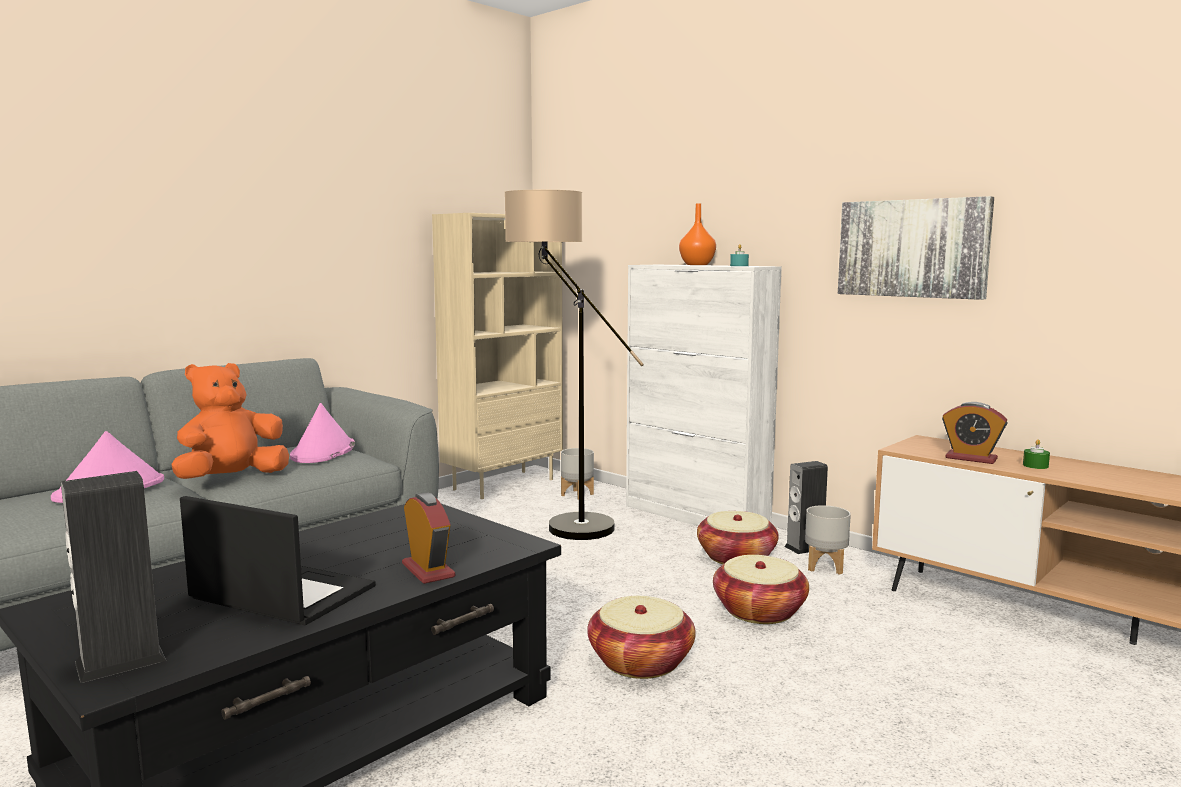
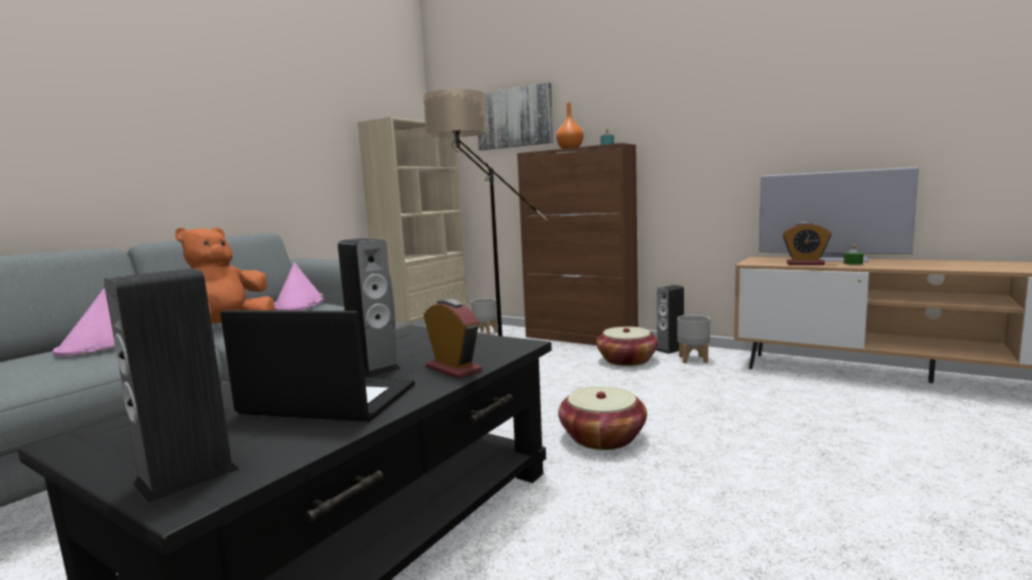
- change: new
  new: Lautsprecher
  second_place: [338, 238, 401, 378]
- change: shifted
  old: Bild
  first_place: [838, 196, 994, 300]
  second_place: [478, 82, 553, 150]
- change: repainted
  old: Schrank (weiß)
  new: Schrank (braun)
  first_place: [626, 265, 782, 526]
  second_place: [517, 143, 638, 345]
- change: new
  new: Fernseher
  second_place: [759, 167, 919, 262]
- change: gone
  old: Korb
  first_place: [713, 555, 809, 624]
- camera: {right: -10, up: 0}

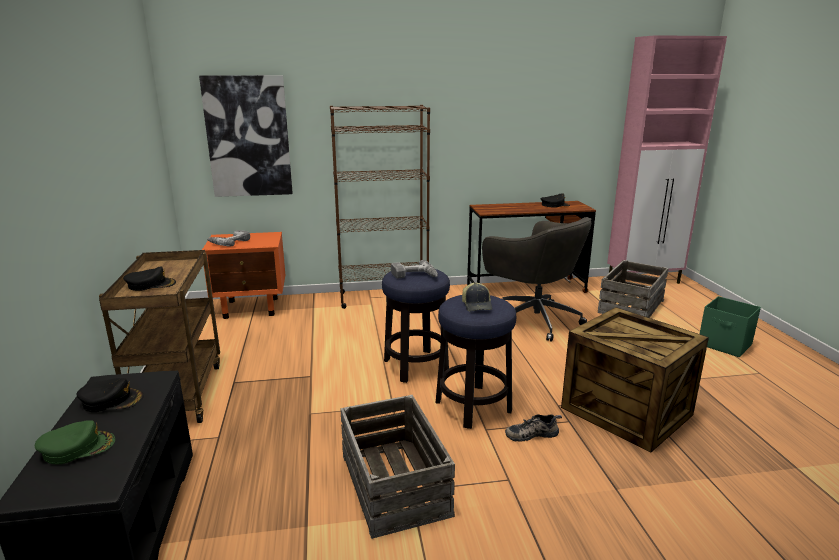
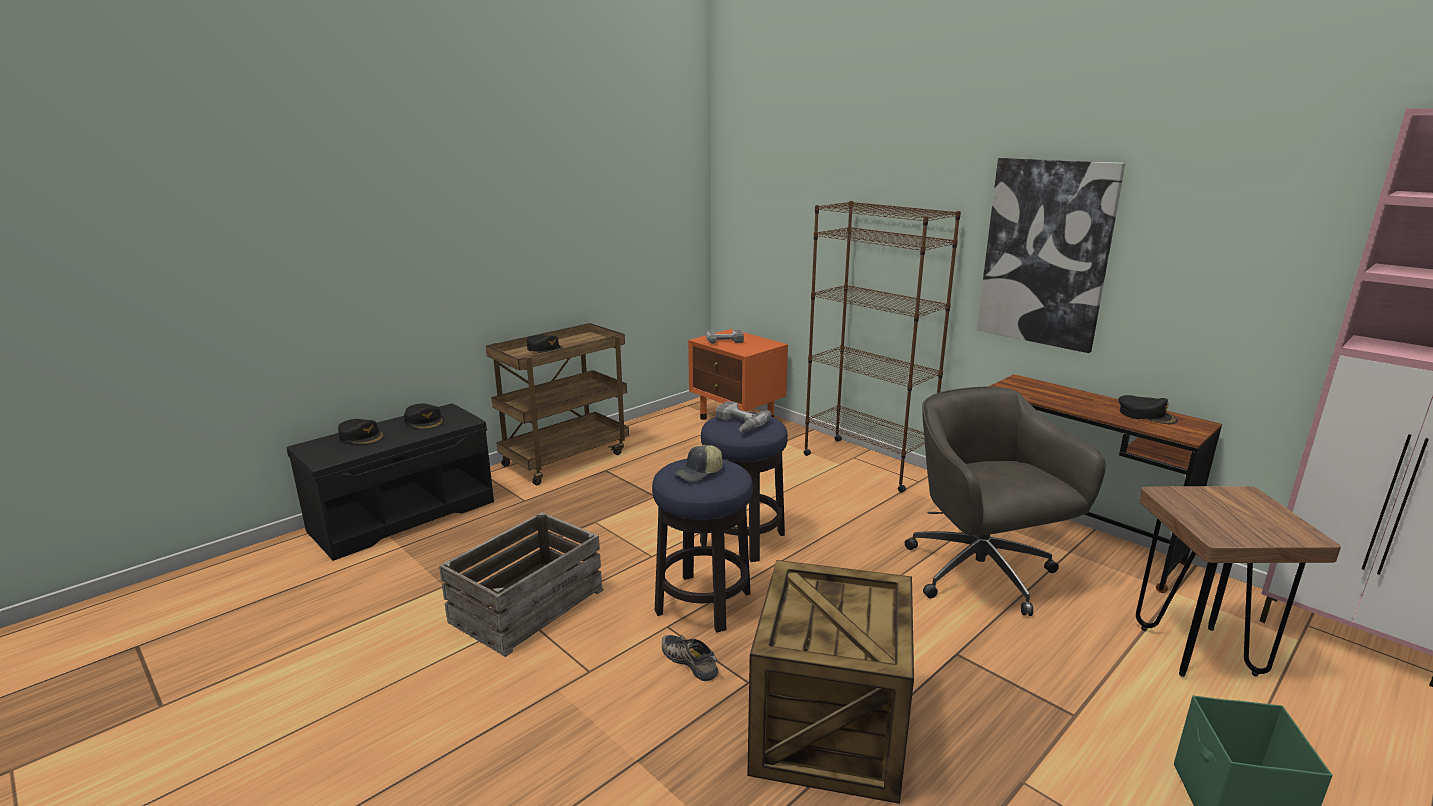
- change: repainted
  old: Kappe (grün)
  new: Kappe (schwarz)
  first_place: [35, 420, 115, 464]
  second_place: [338, 419, 384, 445]
- change: rotated
  old: Bürostuhl (grau)
  first_place: [482, 217, 591, 342]
  second_place: [905, 387, 1106, 616]
  degrees: 150
- change: shifted
  old: Bild
  first_place: [199, 75, 293, 197]
  second_place: [977, 158, 1126, 353]
- change: swapped
  old: Kiste
  new: Hocker (braun)
  first_place: [598, 260, 669, 318]
  second_place: [1136, 486, 1341, 677]
- camera: {right: 55, up: 0}

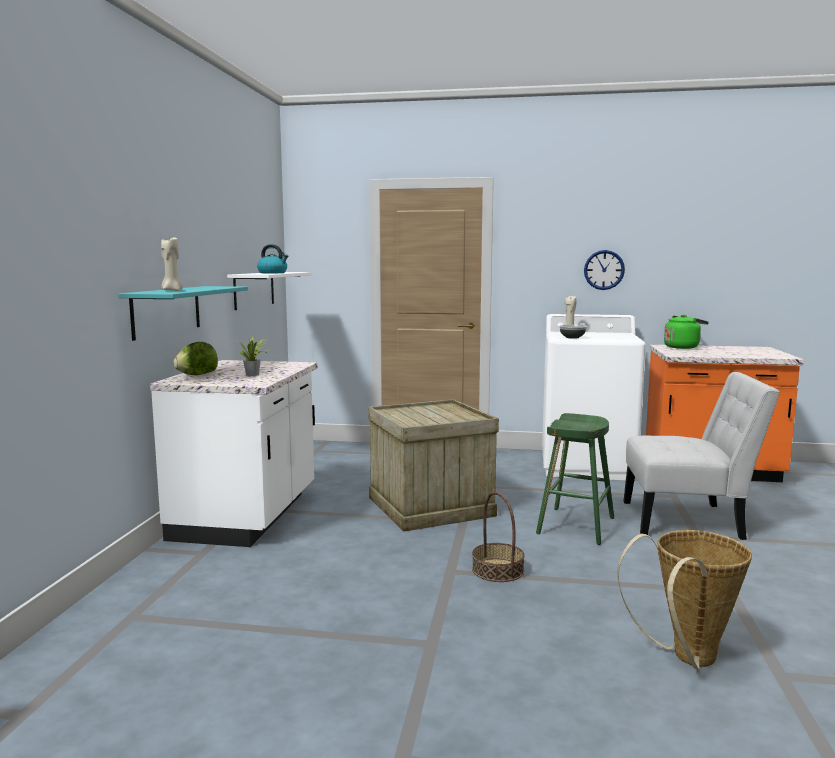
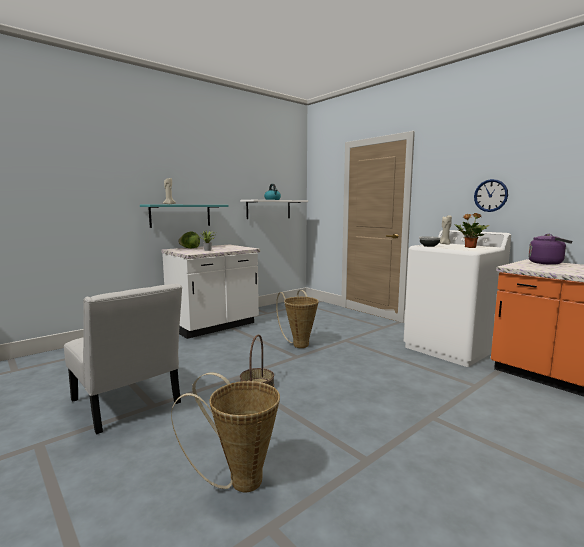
- change: shifted
  old: Stuhl (weiß)
  first_place: [623, 372, 780, 540]
  second_place: [64, 283, 182, 434]
- change: swapped
  old: Kiste
  new: Korb
  first_place: [368, 399, 499, 532]
  second_place: [276, 290, 319, 348]
- change: new
  new: Topfpflanze
  second_place: [454, 213, 489, 248]
- change: repainted
  old: Wasserkessel (grün)
  new: Wasserkessel (lila)
  first_place: [664, 315, 709, 349]
  second_place: [528, 234, 572, 265]
- change: gone
  old: Hocker (grün)
  first_place: [536, 413, 614, 545]
- camera: {right: 40, up: 0}

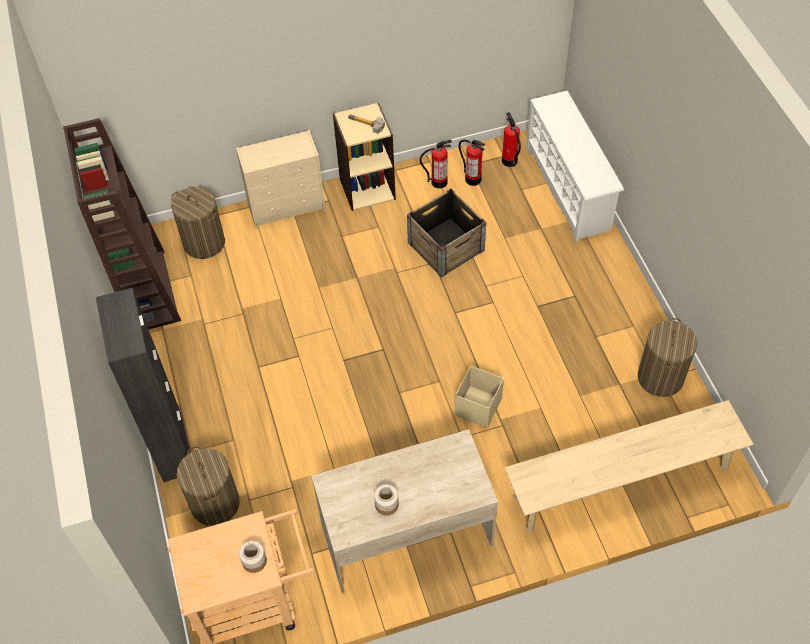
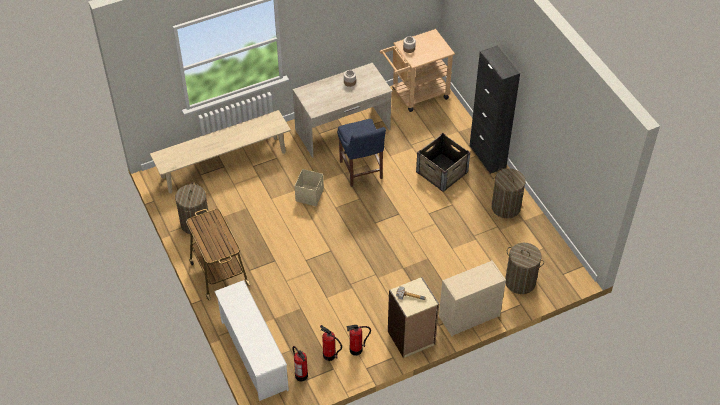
- change: new
  new: Rollwagen
  second_place: [186, 209, 250, 300]
- change: new
  new: Stuhl (blau)
  second_place: [337, 119, 386, 187]
- change: shifted
  old: Kiste
  first_place: [407, 189, 486, 277]
  second_place: [416, 133, 470, 192]
- change: shifted
  old: Wäschekorb
  first_place: [176, 446, 240, 526]
  second_place: [492, 168, 526, 218]
- change: gone
  old: Bücherregal (braun)
  first_place: [63, 118, 181, 329]
- camera: {right: 170, up: -5}

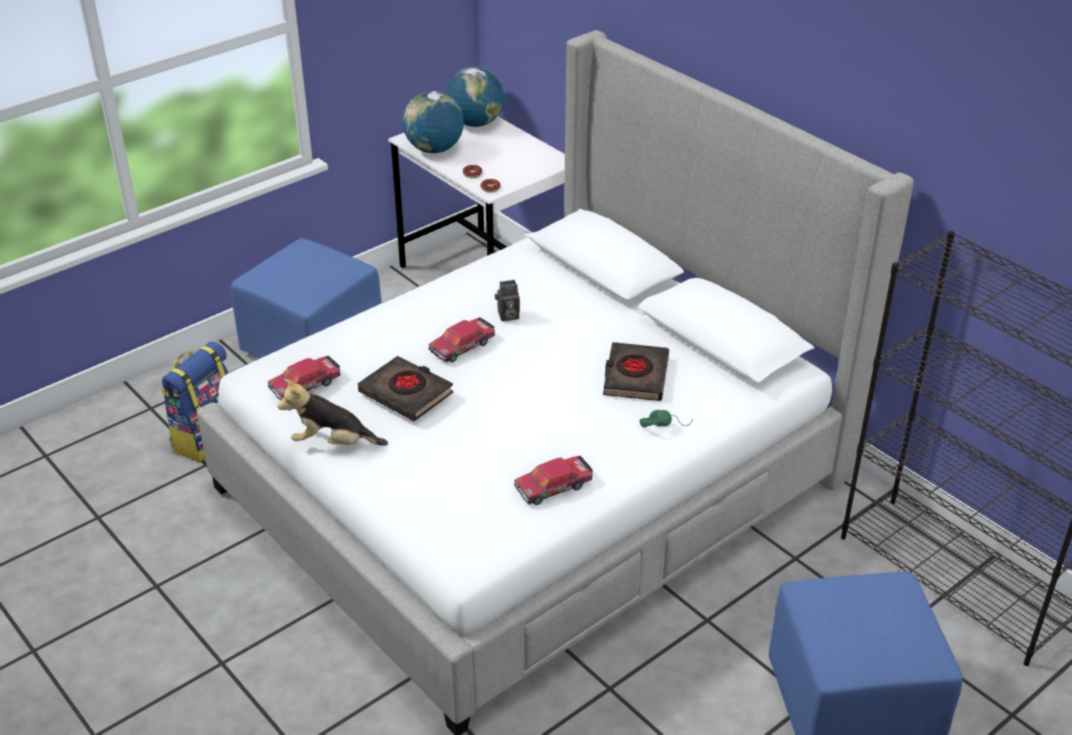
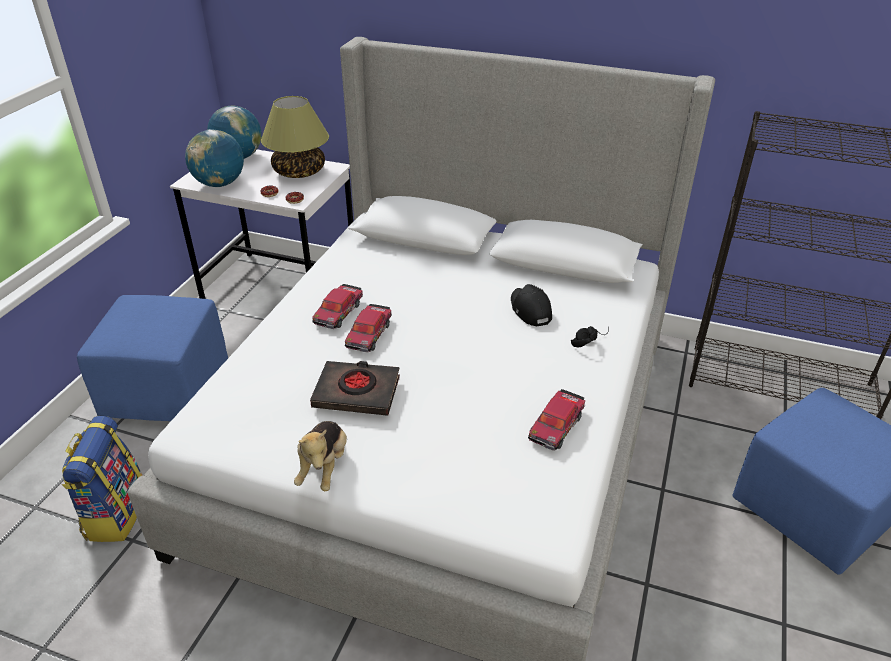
- change: new
  new: Tischlampe
  second_place: [261, 96, 329, 178]
- change: rotated
  old: Plüschtier
  first_place: [277, 379, 388, 446]
  second_place: [294, 421, 347, 491]
  degrees: -60
- change: shifted
  old: Spielzeugauto
  first_place: [268, 356, 341, 401]
  second_place: [312, 284, 363, 329]
- change: swapped
  old: Buch (schwarz)
  new: Kappe (schwarz)
  first_place: [603, 342, 669, 401]
  second_place: [511, 284, 552, 326]
- change: repainted
  old: Kopfhörer (grün)
  new: Kopfhörer (schwarz)
  first_place: [640, 410, 693, 428]
  second_place: [571, 326, 609, 348]
- change: gone
  old: Kamera
  first_place: [495, 280, 520, 321]
- camera: {right: -30, up: 0}

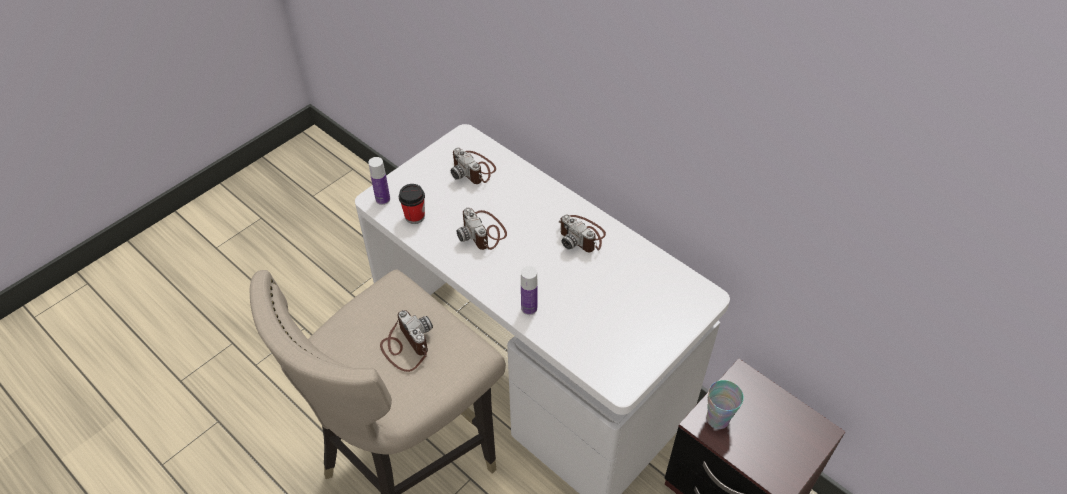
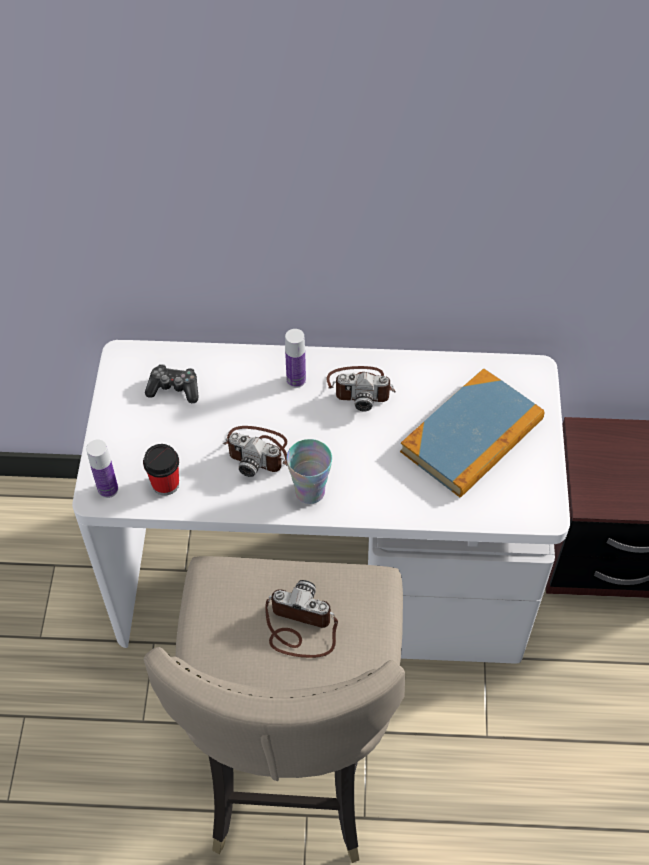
- change: swapped
  old: Kamera
  new: Gamepad
  first_place: [451, 148, 496, 184]
  second_place: [145, 364, 199, 403]
- change: shifted
  old: Flasche
  first_place: [521, 266, 538, 315]
  second_place: [285, 329, 306, 388]
- change: shifted
  old: Tasse
  first_place: [706, 380, 744, 429]
  second_place: [287, 439, 332, 504]
- change: new
  new: Buch
  second_place: [400, 368, 544, 497]
- camera: {right: -40, up: 5}

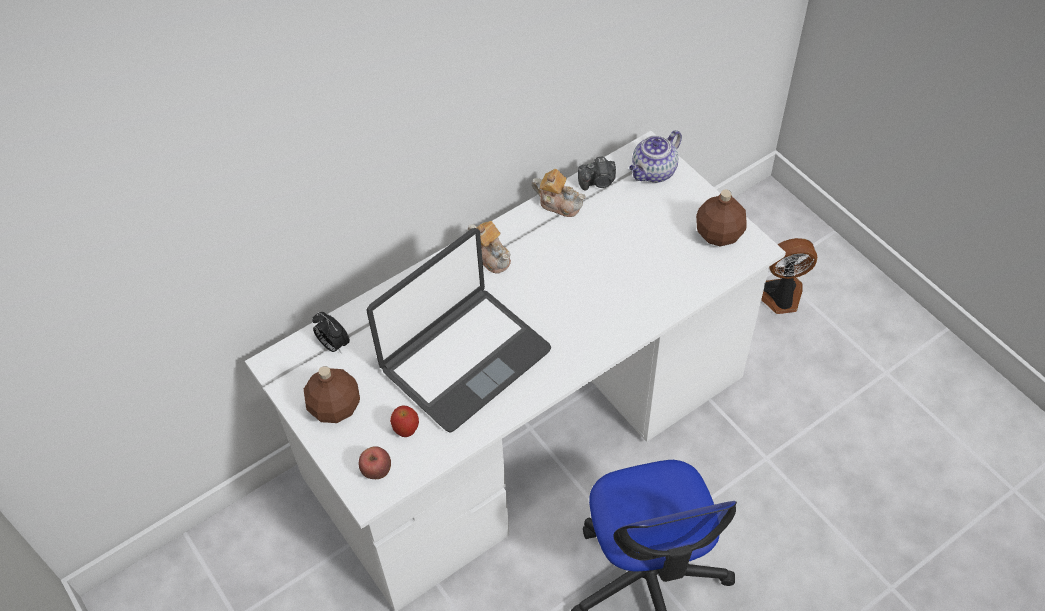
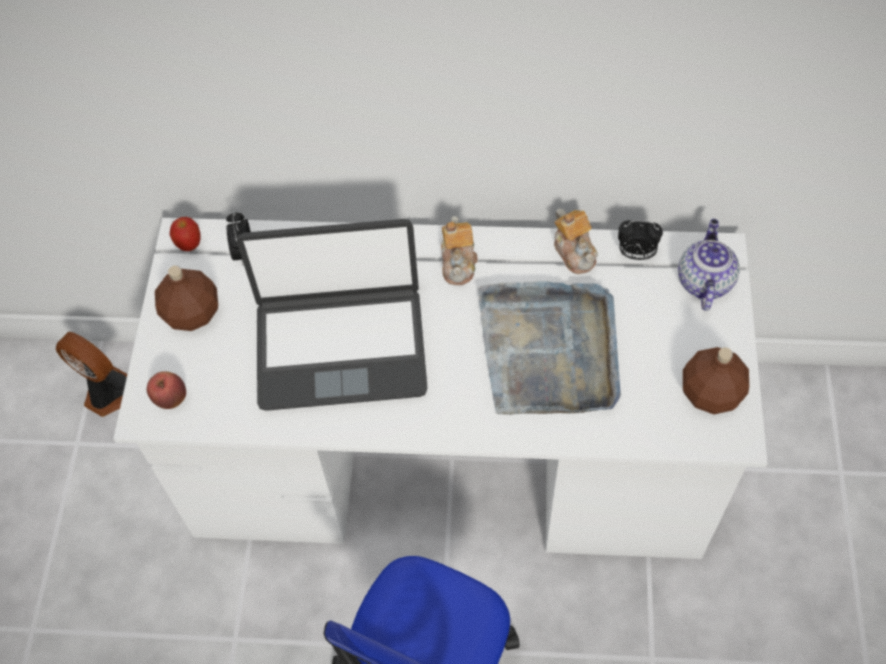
- change: shifted
  old: Ventilator
  first_place: [761, 238, 817, 314]
  second_place: [56, 332, 127, 417]
- change: shifted
  old: Apfel
  first_place: [390, 405, 419, 437]
  second_place: [169, 217, 201, 251]
- change: new
  new: Tablett (grau)
  second_place: [478, 281, 621, 415]
- change: swapped
  old: Kamera
  new: Wecker
  first_place: [578, 156, 616, 191]
  second_place: [618, 220, 663, 260]
- change: rotated
  old: Teekanne
  first_place: [629, 130, 682, 183]
  second_place: [678, 219, 740, 311]
  degrees: 105
- camera: {right: 40, up: 5}

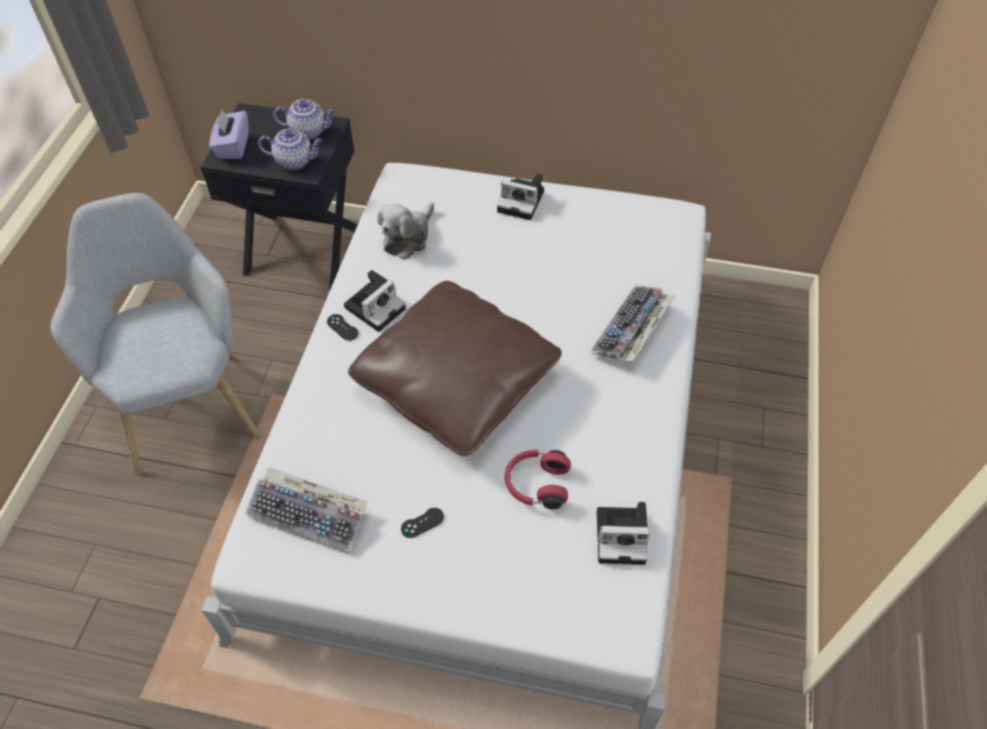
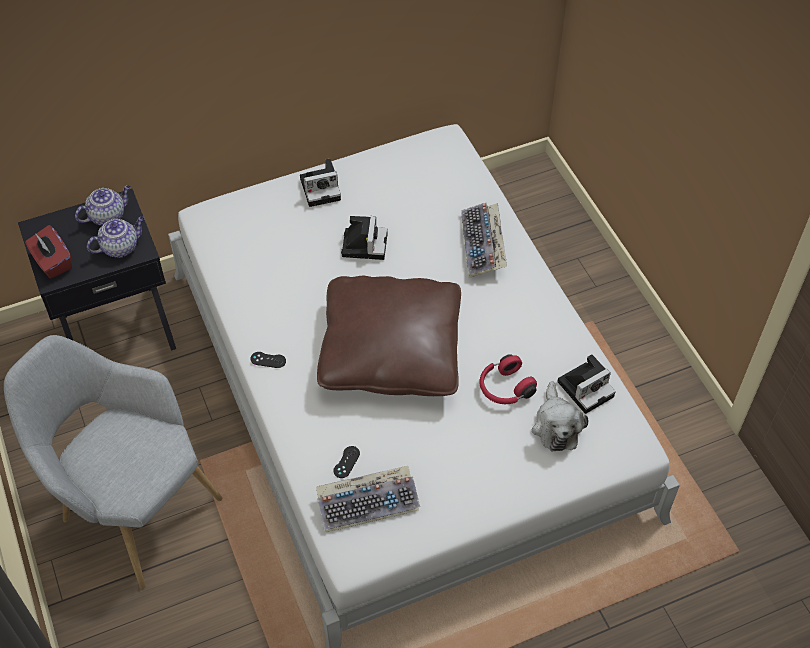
- change: repainted
  old: Taschentuchbox (lila)
  new: Taschentuchbox (rot)
  first_place: [209, 110, 249, 159]
  second_place: [25, 225, 72, 278]
- change: shifted
  old: Gamepad (schwarz)
  first_place: [401, 508, 444, 538]
  second_place: [333, 446, 360, 478]
- change: shifted
  old: Kamera
  first_place: [344, 270, 406, 332]
  second_place: [341, 216, 387, 260]
- change: shifted
  old: Plüschtier
  first_place: [377, 202, 434, 260]
  second_place: [532, 381, 588, 451]
- camera: {right: -35, up: 0}

